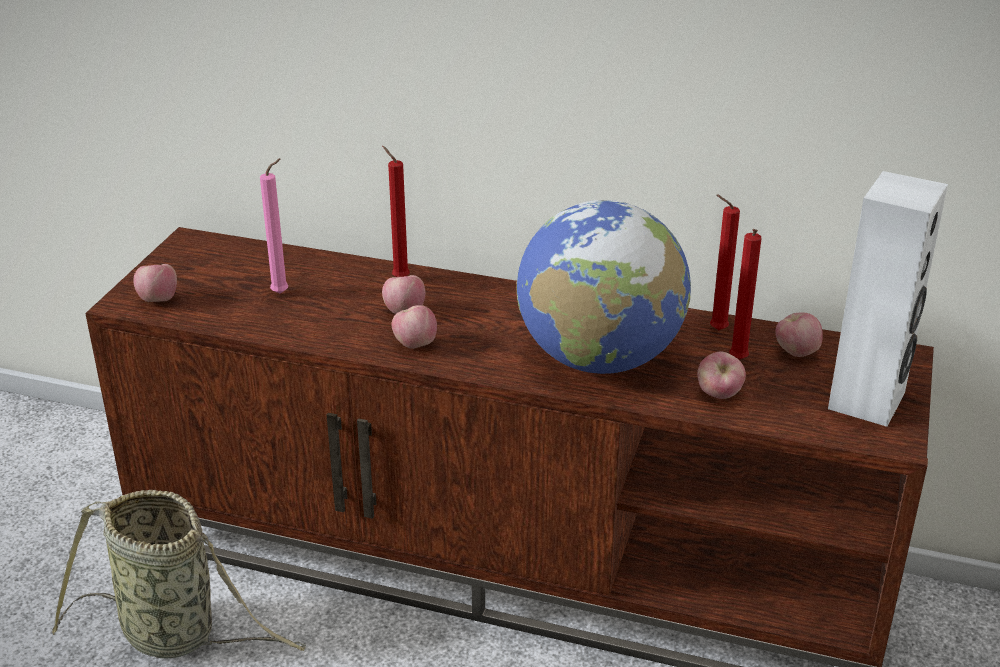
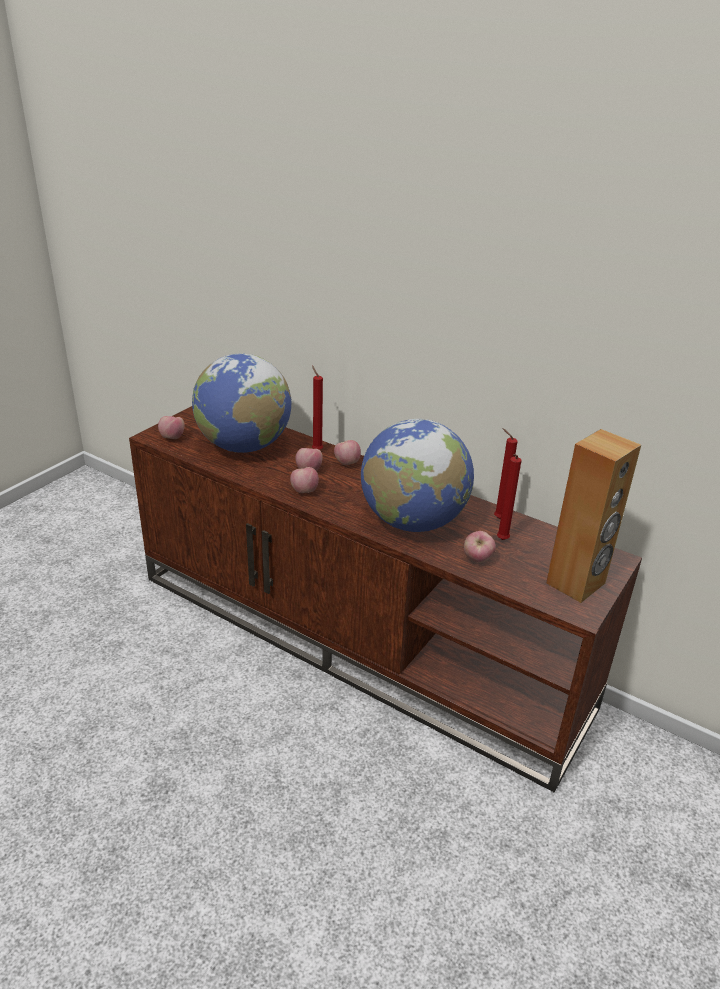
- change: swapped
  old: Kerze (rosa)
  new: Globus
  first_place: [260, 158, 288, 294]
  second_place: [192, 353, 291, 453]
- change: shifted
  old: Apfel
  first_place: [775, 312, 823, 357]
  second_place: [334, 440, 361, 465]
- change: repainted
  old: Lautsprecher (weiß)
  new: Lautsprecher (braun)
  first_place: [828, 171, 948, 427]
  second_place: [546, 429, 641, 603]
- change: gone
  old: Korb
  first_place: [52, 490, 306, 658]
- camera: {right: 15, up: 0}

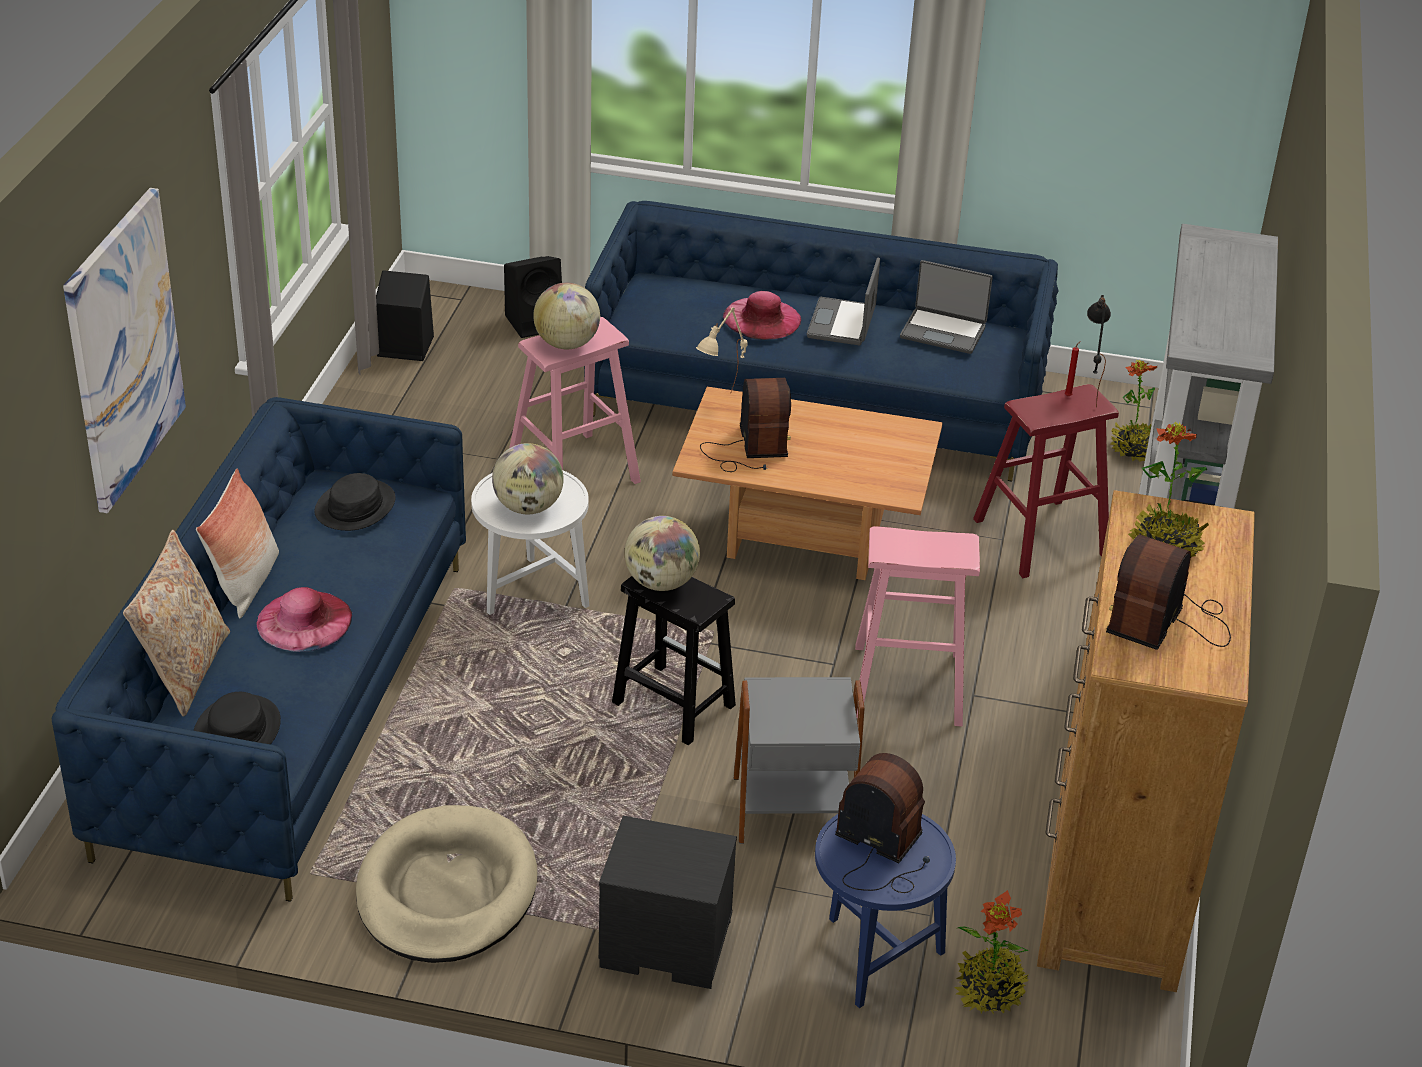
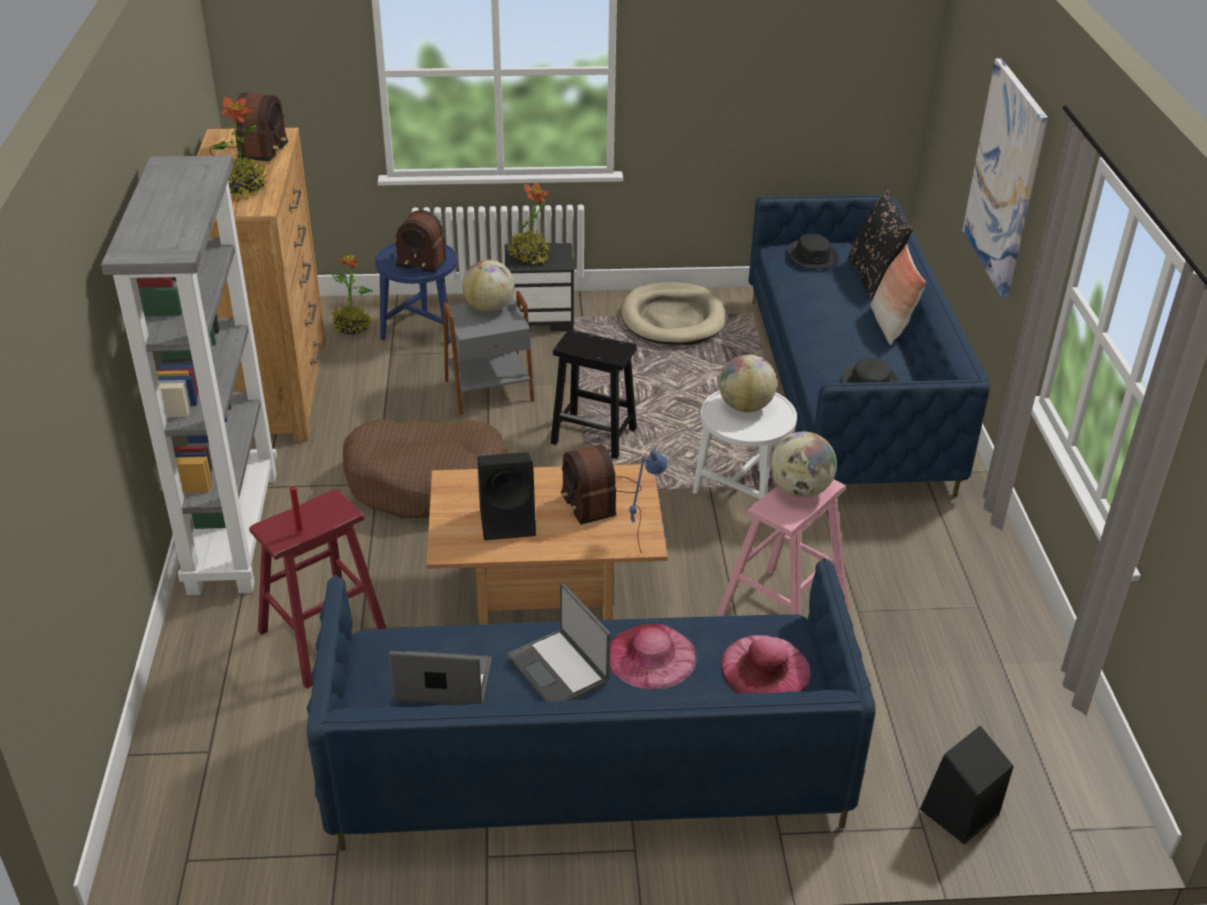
- change: swapped
  old: Hocker (rosa)
  new: Hundebett (braun)
  first_place: [855, 526, 980, 727]
  second_place: [343, 419, 510, 518]
- change: shifted
  old: Globus
  first_place: [625, 516, 700, 591]
  second_place: [462, 260, 515, 312]
- change: shifted
  old: Lautsprecher (schwarz)
  first_place: [376, 270, 434, 361]
  second_place: [477, 452, 536, 540]
- change: shifted
  old: Topfpflanze
  first_place: [1111, 360, 1158, 462]
  second_place: [508, 182, 551, 264]
- change: rotated
  old: Laptop
  first_place: [807, 258, 880, 345]
  second_place: [508, 583, 611, 702]
  degrees: 150
- change: repainted
  old: Tischlampe (beige)
  new: Tischlampe (blau)
  first_place: [696, 308, 748, 392]
  second_place: [629, 448, 668, 553]
- change: shifted
  old: Hut (rosa)
  first_place: [257, 587, 352, 652]
  second_place: [721, 635, 811, 694]
- change: repainted
  old: Kissen (beige)
  new: Kissen (schwarz)
  first_place: [123, 530, 230, 717]
  second_place: [848, 188, 913, 300]
- change: gone
  old: Tischlampe (schwarz)
  first_place: [1087, 295, 1111, 408]
- camera: {right: 165, up: 0}

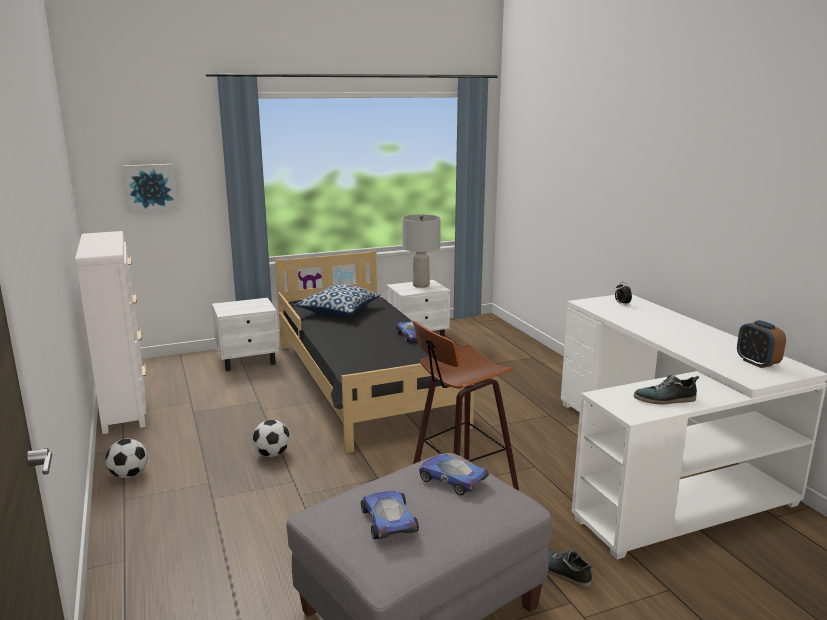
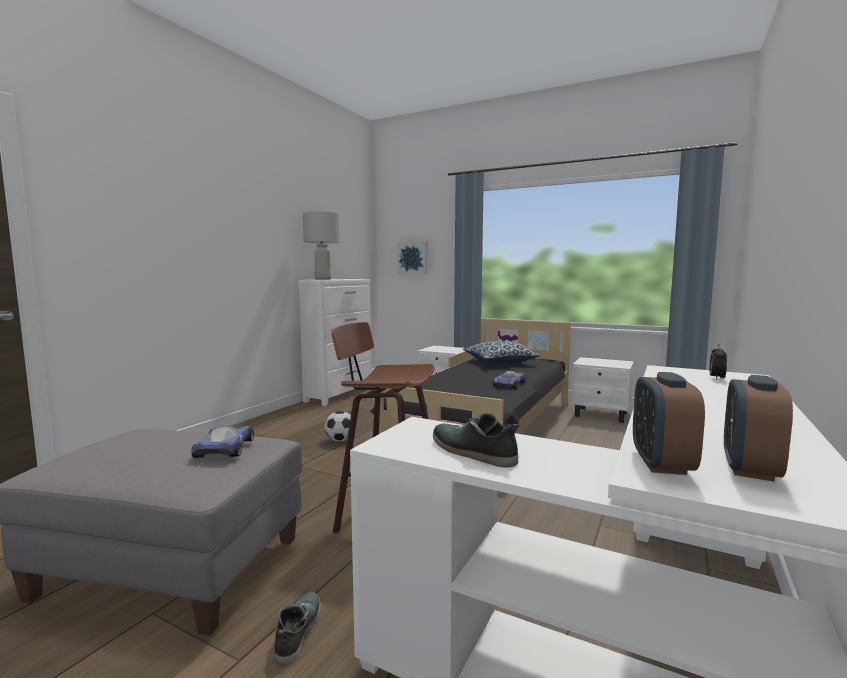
- change: shifted
  old: Tischlampe (grau)
  first_place: [402, 214, 441, 288]
  second_place: [303, 211, 340, 280]
- change: new
  new: Wecker
  second_place: [633, 372, 705, 475]
- change: gone
  old: Fußball
  first_place: [106, 438, 148, 478]
- change: gone
  old: Spielzeugauto
  first_place: [361, 490, 419, 539]
- camera: {right: 50, up: -10}

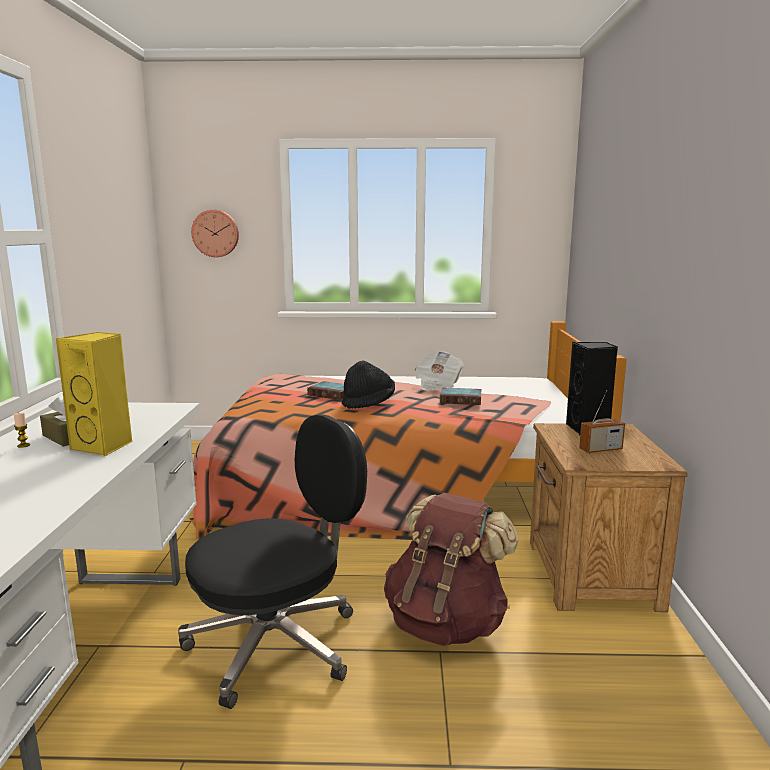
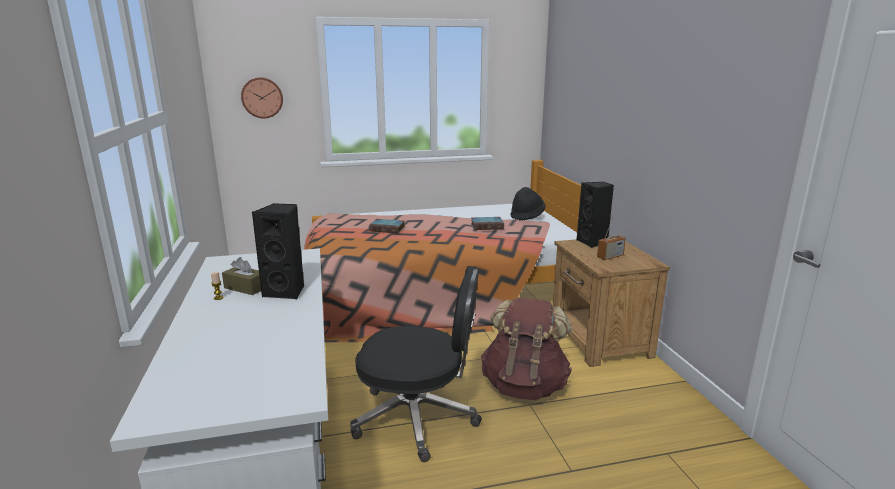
- change: repainted
  old: Lautsprecher (gelb)
  new: Lautsprecher (schwarz)
  first_place: [56, 332, 132, 456]
  second_place: [252, 203, 304, 299]
- change: rotated
  old: Bürostuhl (schwarz)
  first_place: [178, 414, 367, 709]
  second_place: [350, 266, 482, 462]
  degrees: 60
- change: shifted
  old: Hut (schwarz)
  first_place: [342, 361, 395, 409]
  second_place: [511, 187, 546, 221]
- change: gone
  old: Zeitung
  first_place: [415, 351, 465, 391]
- camera: {right: -15, up: 5}

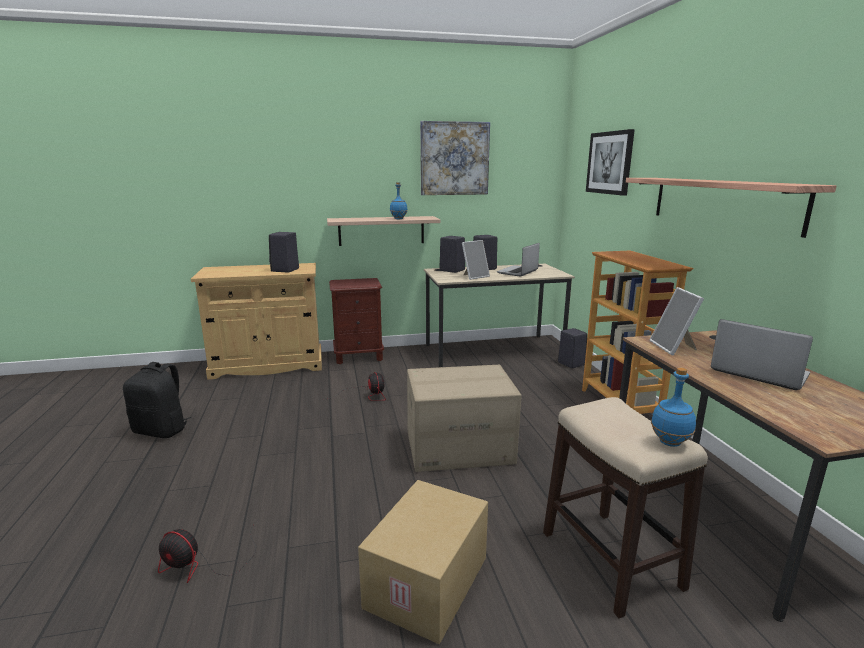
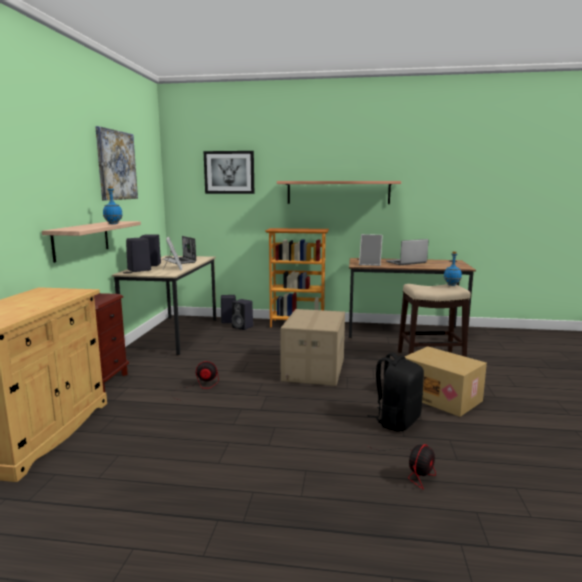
- change: shifted
  old: Lautsprecher (schwarz)
  first_place: [269, 232, 299, 272]
  second_place: [232, 299, 253, 330]
- change: shifted
  old: Rucksack (schwarz)
  first_place: [123, 362, 191, 438]
  second_place: [367, 353, 424, 432]
- camera: {right: -70, up: -5}

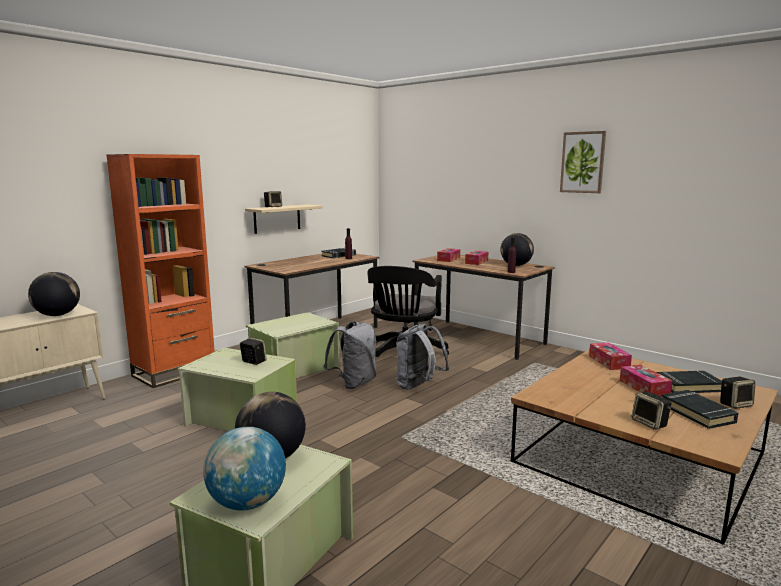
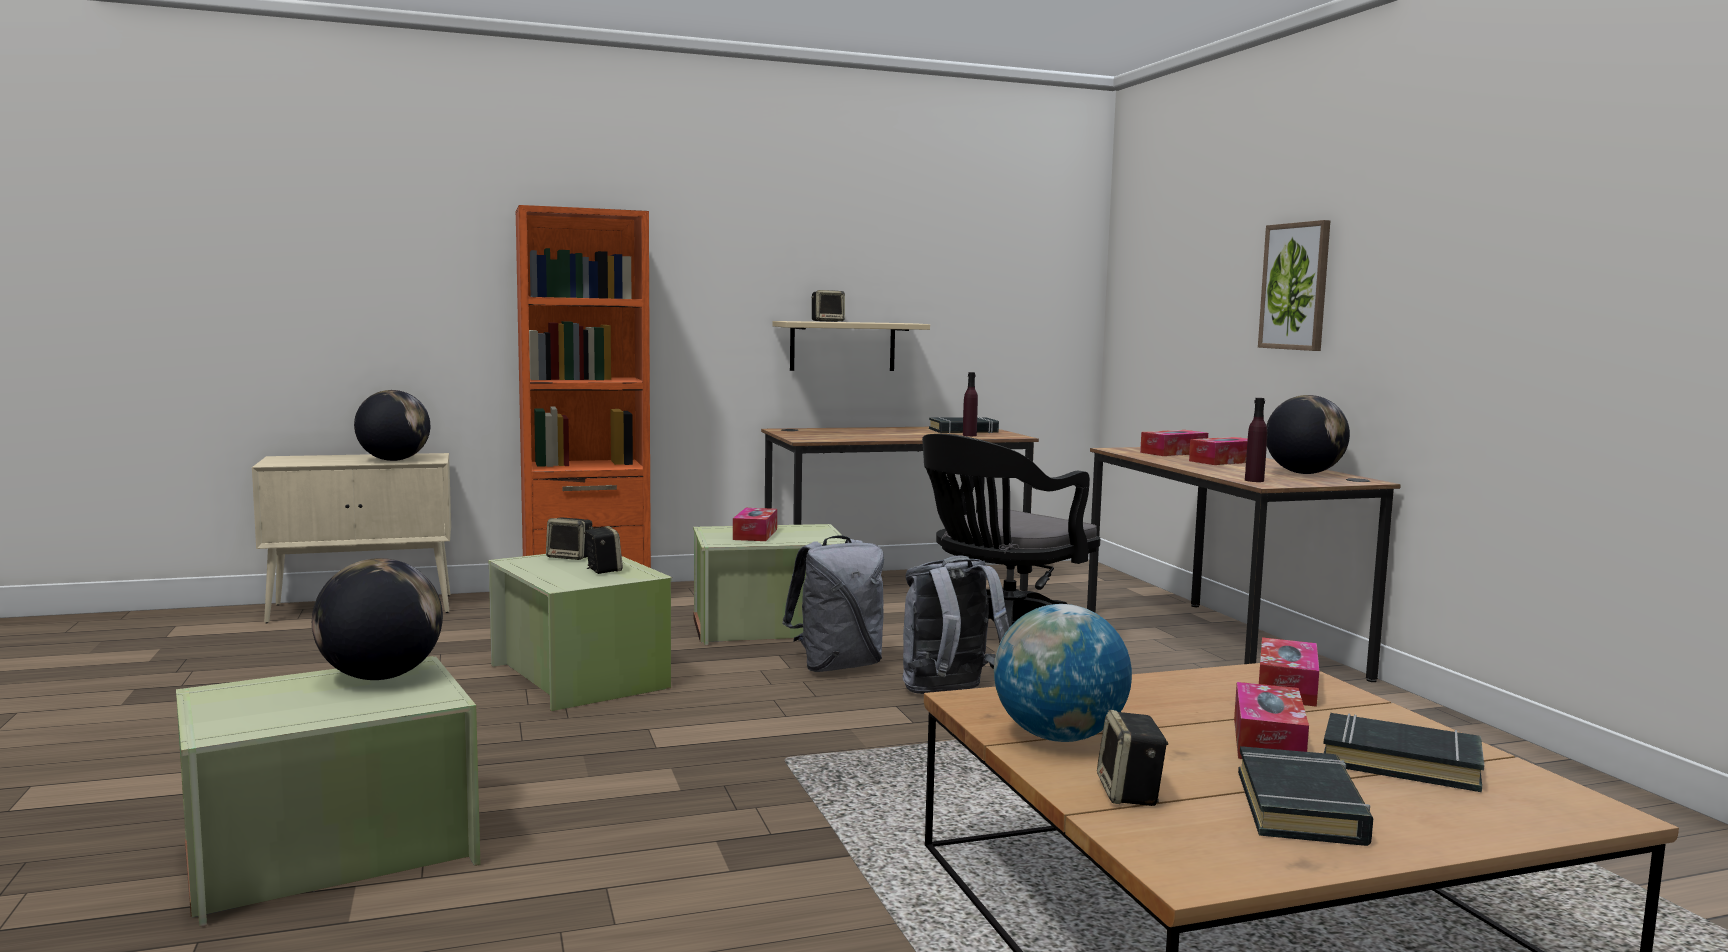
- change: shifted
  old: Lautsprecher
  first_place: [720, 377, 756, 409]
  second_place: [546, 517, 593, 560]
- change: new
  new: Taschentuchbox
  second_place: [733, 508, 777, 541]
- change: shifted
  old: Globus
  first_place: [203, 427, 286, 511]
  second_place: [994, 604, 1132, 742]
- change: shifted
  old: Bild
  first_place: [560, 131, 606, 193]
  second_place: [1258, 220, 1330, 351]
- camera: {right: 30, up: -5}

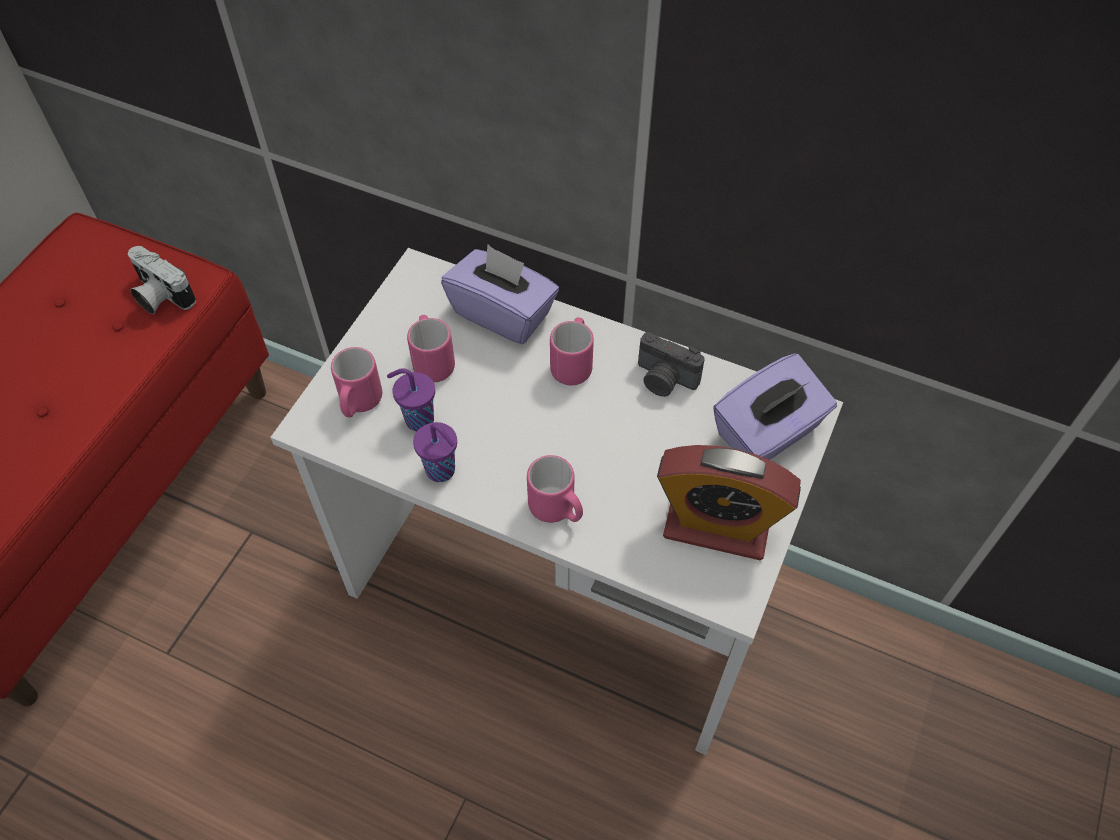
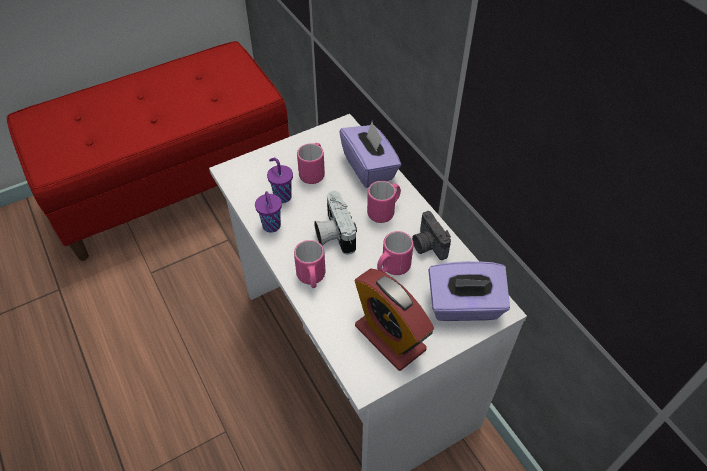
- change: shifted
  old: Kamera
  first_place: [128, 246, 196, 314]
  second_place: [314, 191, 357, 255]
- change: shifted
  old: Henkelbecher (rosa)
  first_place: [331, 347, 382, 418]
  second_place: [377, 231, 413, 275]
- camera: {right: 35, up: -5}

